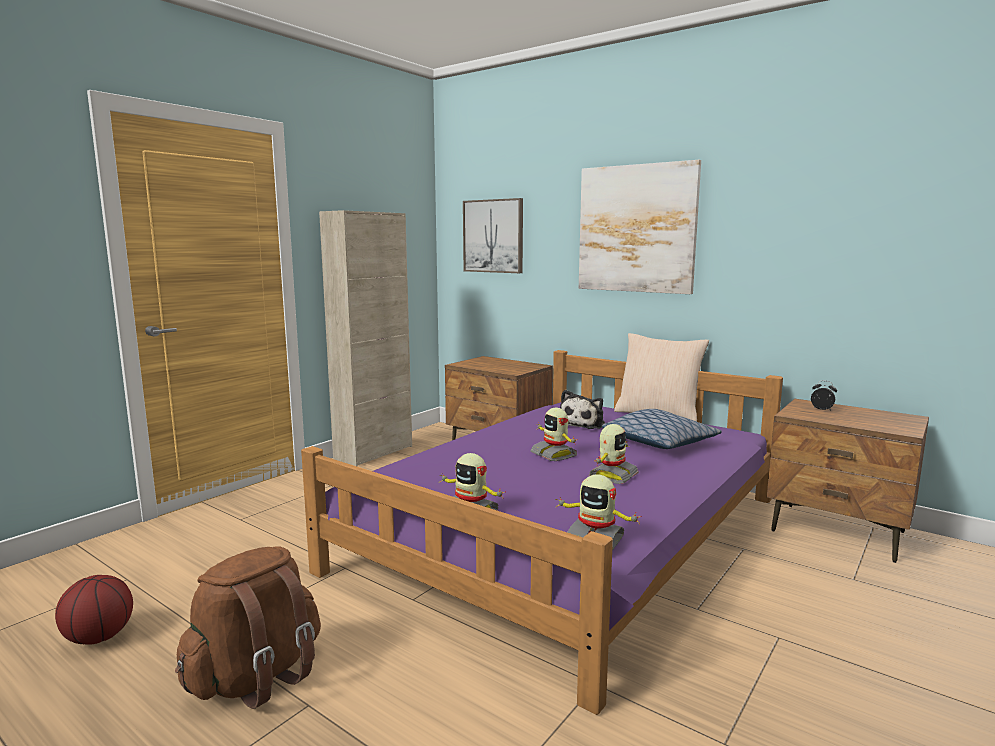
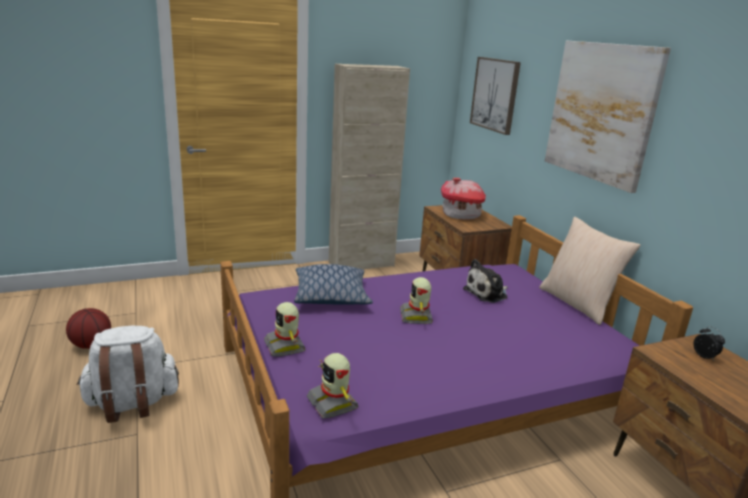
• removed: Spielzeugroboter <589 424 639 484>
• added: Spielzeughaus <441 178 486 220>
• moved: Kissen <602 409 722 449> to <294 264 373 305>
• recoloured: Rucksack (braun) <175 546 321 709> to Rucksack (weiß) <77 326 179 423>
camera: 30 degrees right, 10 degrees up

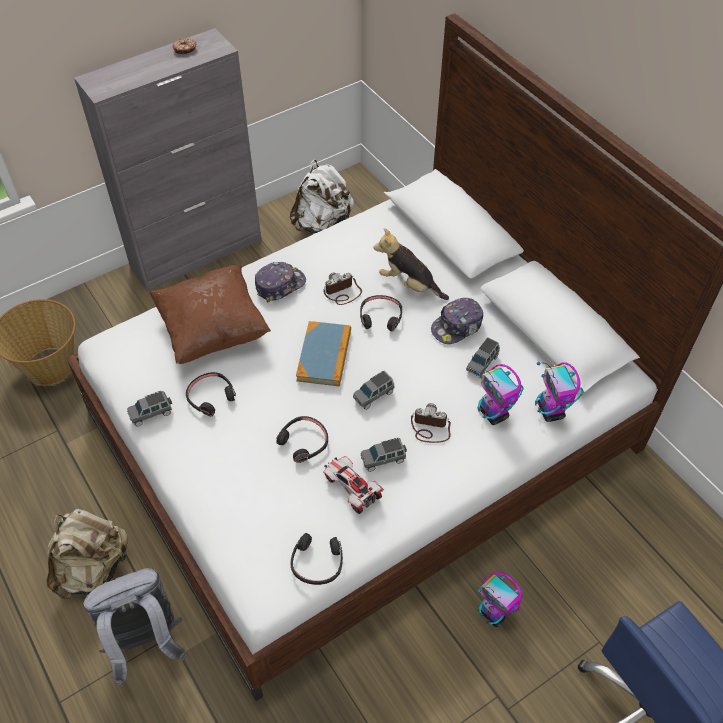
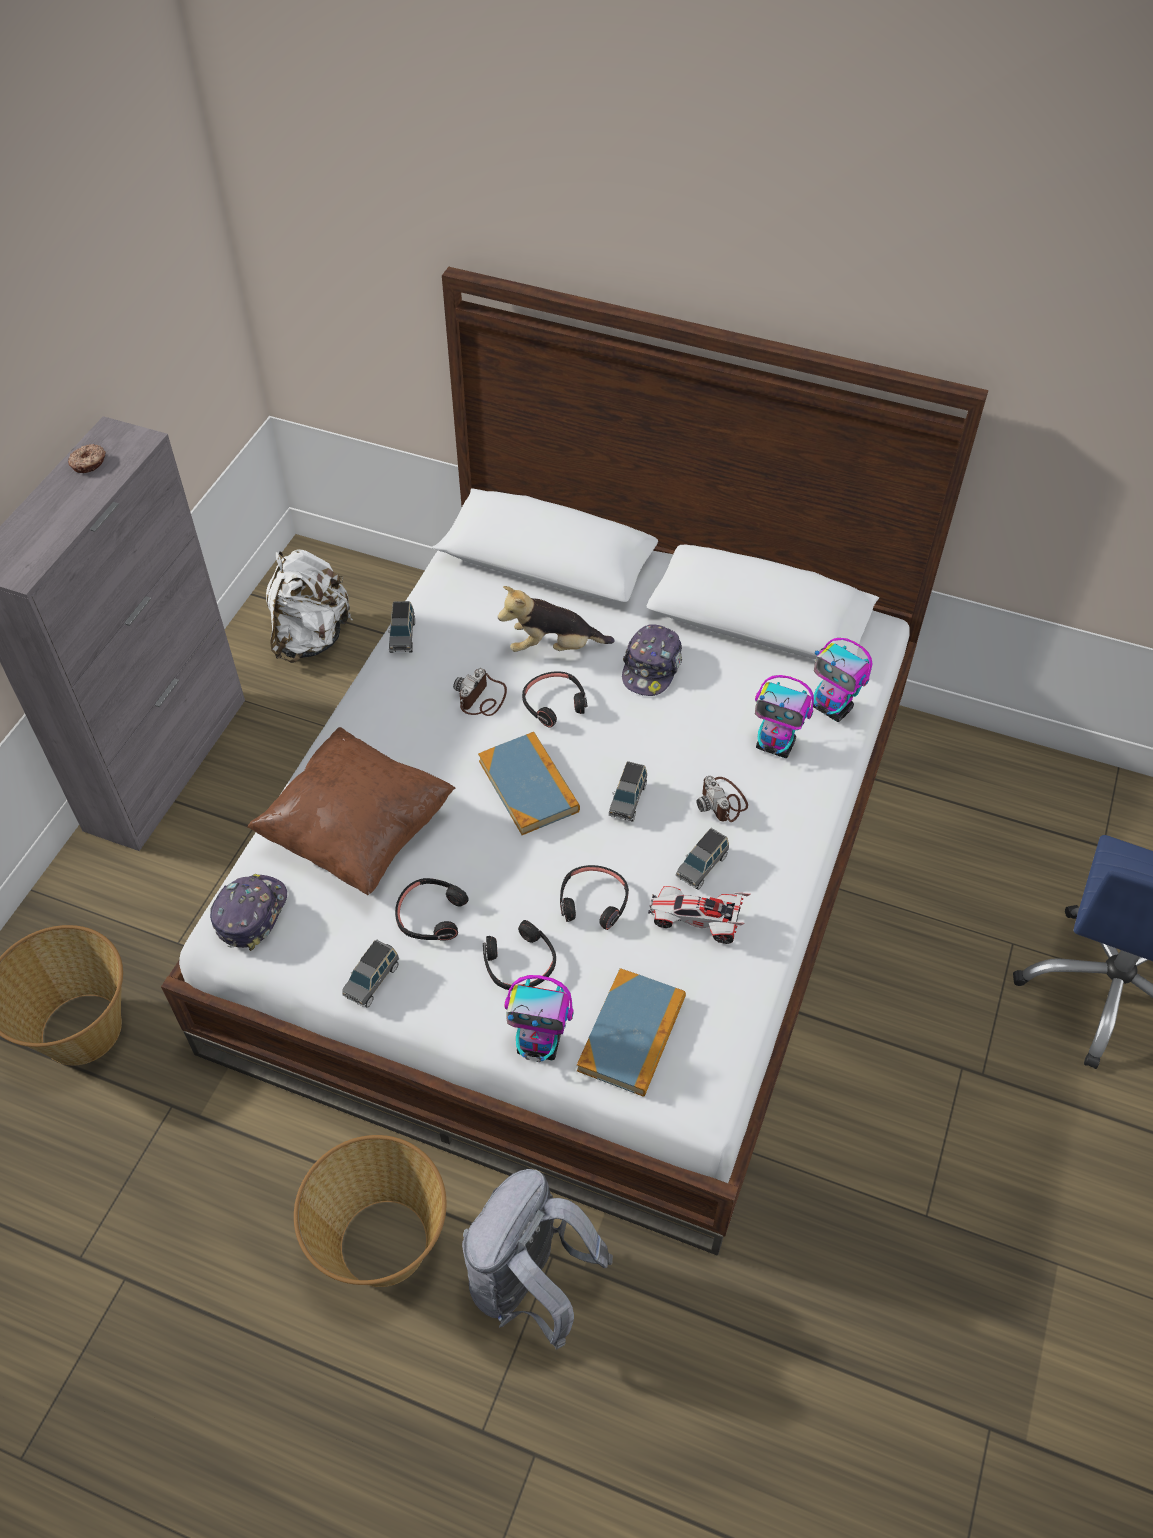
• added: Buch <577 968 686 1097>
• moved: Kappe <255 262 306 303> to <210 874 287 951>
• moved: Kopfhörer (schwarz) <291 533 343 585> to <483 920 556 990>
• moved: Spielzeugauto (grau) <466 338 500 378> to <388 601 415 653>
• moved: Spielzeugroboter <477 572 522 627> to <504 975 574 1063>
• replaced: Rucksack (beige) <46 509 128 599> to Korb <294 1135 447 1287>
• turned: Kamera <411 403 451 443> = <696 776 748 822> 90 degrees counterclockwise
camera: 35 degrees left, 0 degrees up

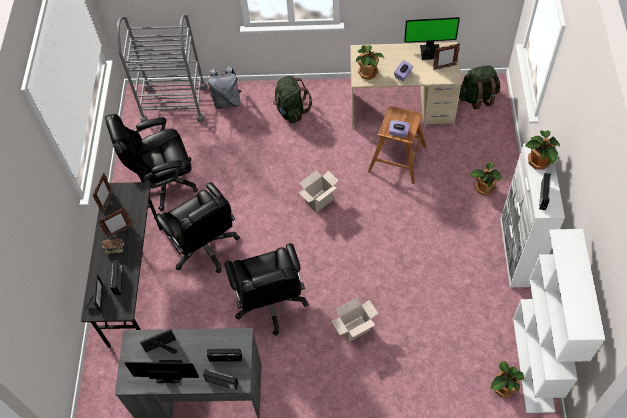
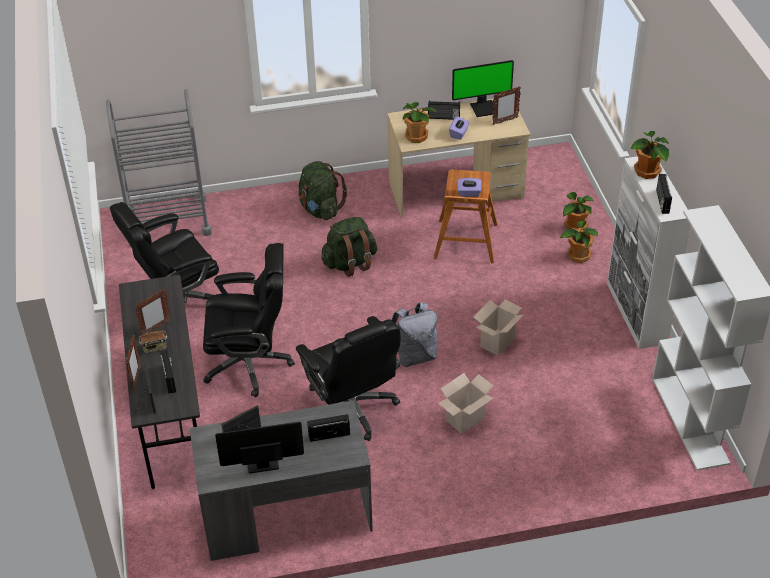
• moved: Bilderrahmen <93 173 113 213> to <126 334 141 392>
• moved: Radio <203 369 239 390> to <428 100 460 120>
• moved: Rucksack (grau) <208 67 242 109> to <392 303 437 367>
• moved: Karton <298 170 339 213> to <473 300 523 356>
• moved: Rucksack (grün) <459 65 500 110> to <321 217 377 277>
• moved: Topfpflanze <490 361 525 397> to <563 192 593 230>
• turned: Bürostuhl (schwarz) <154 182 240 273> = <203 243 295 397> 45 degrees counterclockwise
camera: 15 degrees left, 15 degrees down

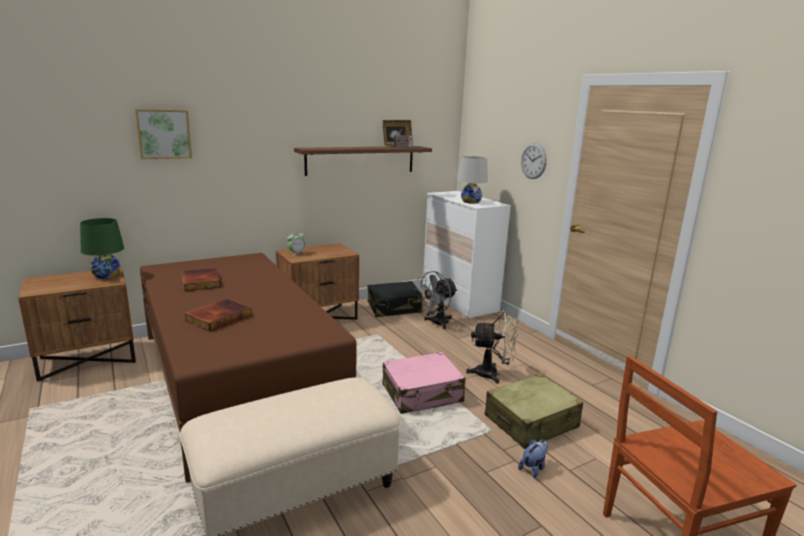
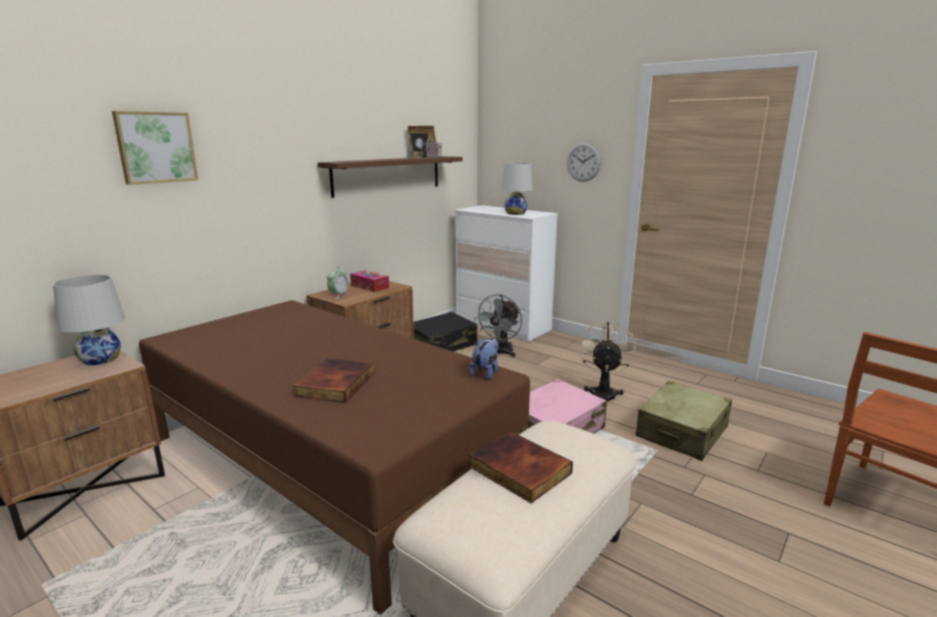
• added: Taschentuchbox <350 270 389 292>
• moved: Buch <182 268 221 291> to <469 432 573 503>
• moved: Plüschtier <518 439 548 478> to <469 338 498 380>
• recoloured: Tischlampe (grün) <80 218 124 279> to Tischlampe (weiß) <53 275 125 365>
• turned: Ventilator (beige) <466 310 519 384> = <579 319 636 402> 60 degrees counterclockwise
camera: 20 degrees left, 0 degrees up

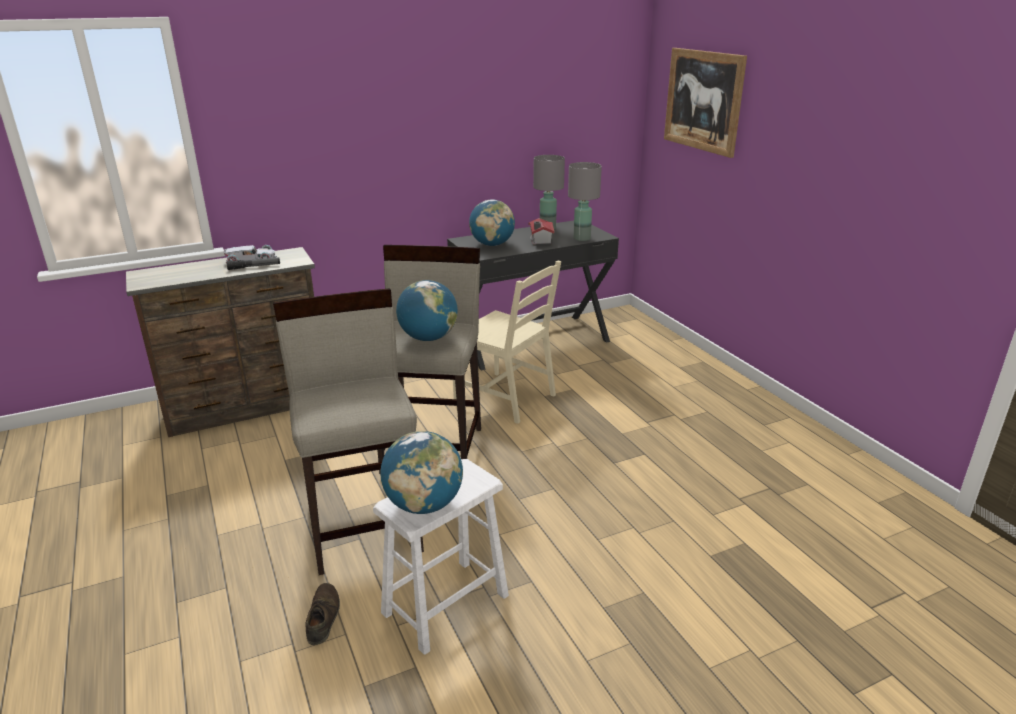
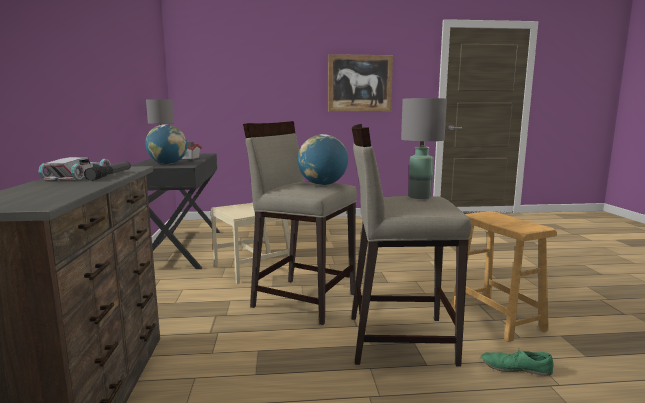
• removed: Globus <380 431 463 514>
• moved: Tischlampe (grau) <568 162 602 241> to <401 98 447 199>
• moved: Bild <664 48 747 158> to <328 54 393 112>
• recoloured: Schuh (braun) <305 583 340 645> to Schuh (grün) <481 350 554 376>
• recoloured: Hocker (weiß) <373 459 509 655> to Hocker (braun) <451 211 557 342>
camera: 70 degrees left, 15 degrees down

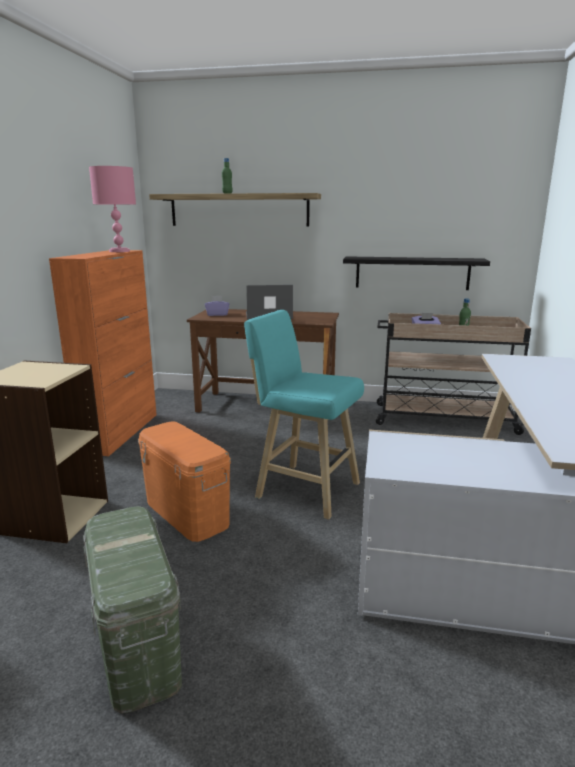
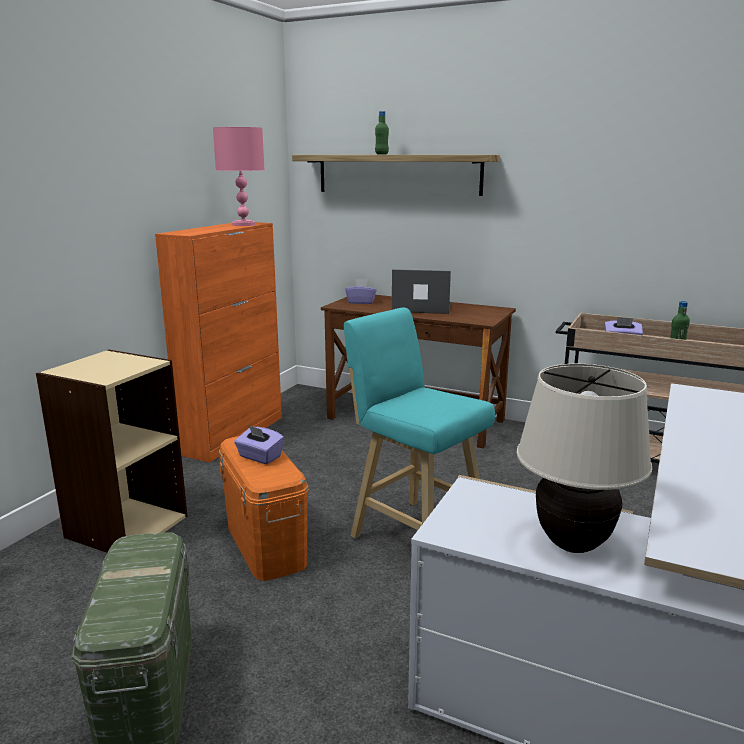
• removed: Wandregal (schwarz) <343 256 490 290>
• added: Taschentuchbox (lila) <234 425 284 464>
• added: Tischlampe (beige) <517 364 652 553>
camera: 15 degrees right, 0 degrees up

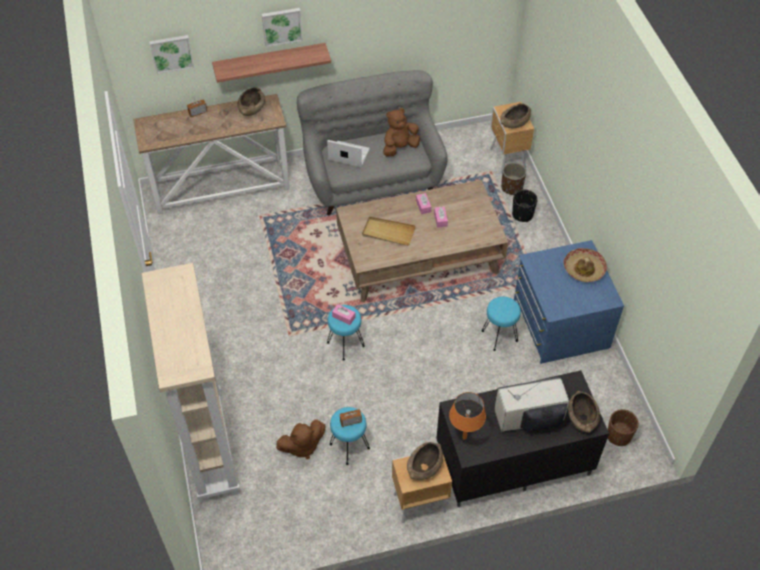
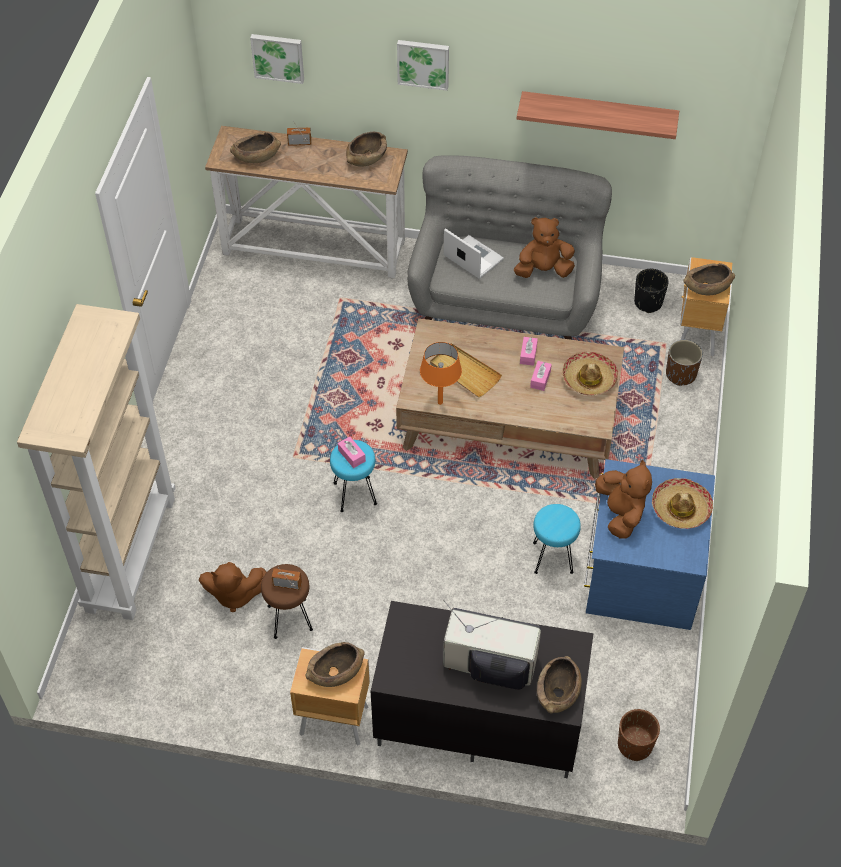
• added: Schüssel (braun) <230 132 281 163>
• added: Hut <562 352 618 395>
• added: Plüschtier (braun) <595 460 652 539>
• moved: Wandregal <212 43 331 83> to <517 91 679 139>
• moved: Tischlampe (orange) <449 392 486 440> to <420 342 462 405>
• moved: Pflanzkübel (schwarz) <512 189 538 222> to <634 269 669 313>
• recoloured: Hocker (türkis) <329 407 370 465> to Hocker (braun) <261 564 313 639>
camera: 25 degrees right, 0 degrees up

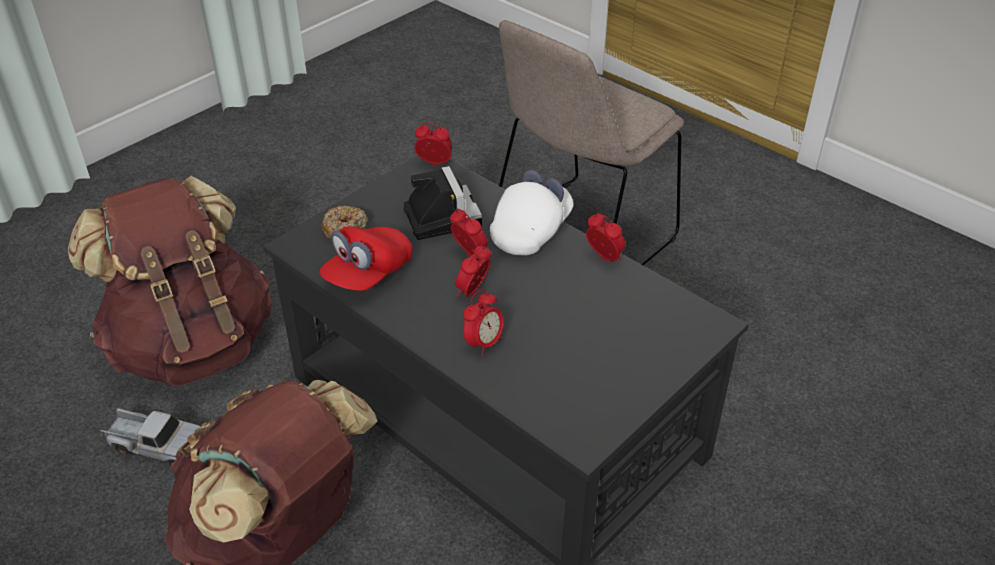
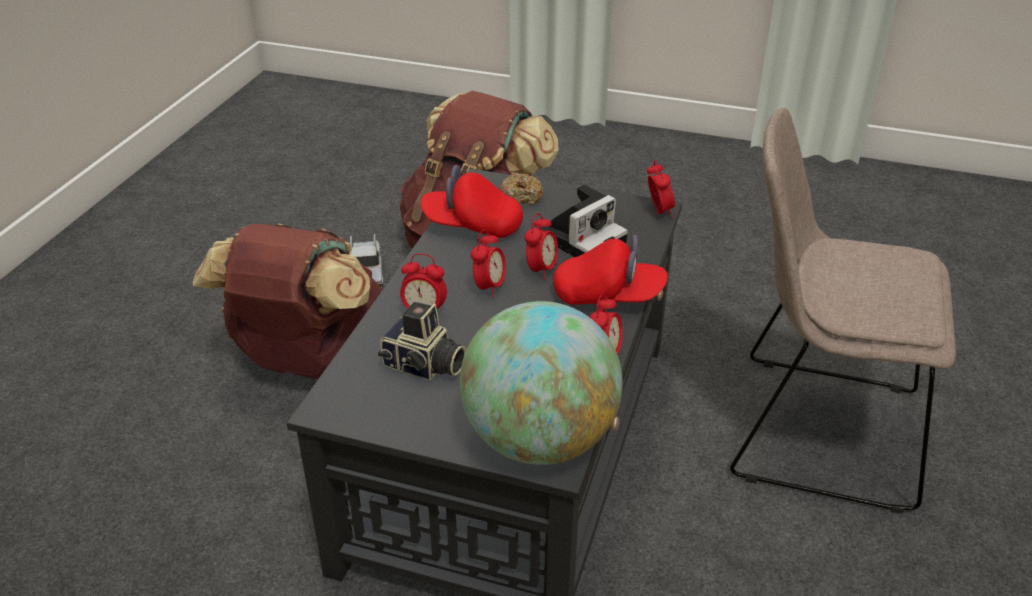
• added: Kamera <378 302 466 381>
• added: Globus <460 301 623 465>
• recoloured: Kappe (weiß) <490 170 573 255> to Kappe (rot) <553 235 668 305>
• turned: Wecker <455 245 491 297> = <471 230 506 297> 105 degrees clockwise
camera: 65 degrees right, 5 degrees down

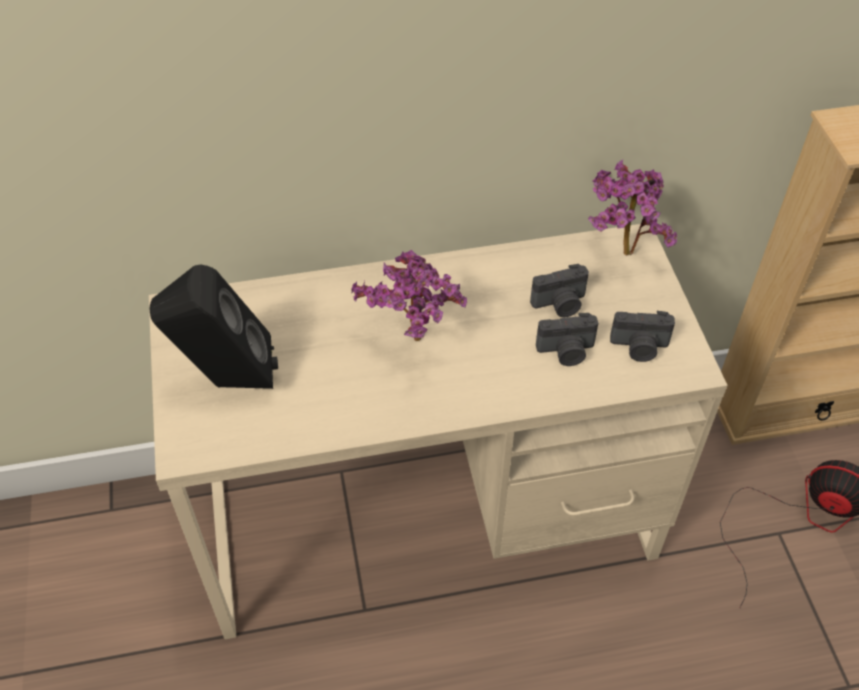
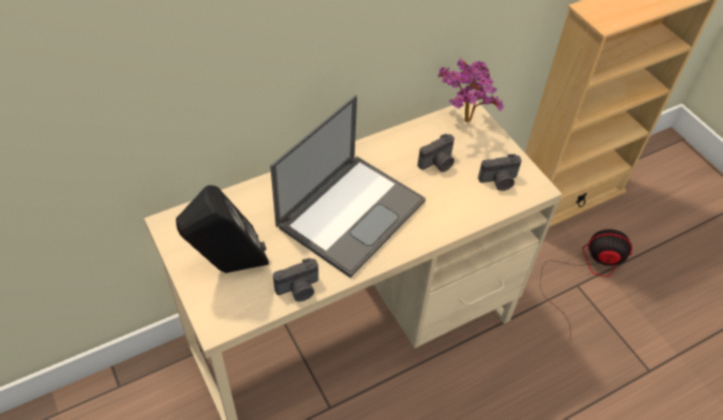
• moved: Kamera <536 313 598 366> to <273 258 319 302>
• replaced: Topfpflanze <351 250 467 341> to Laptop <270 95 426 278>
camera: 20 degrees left, 0 degrees up

